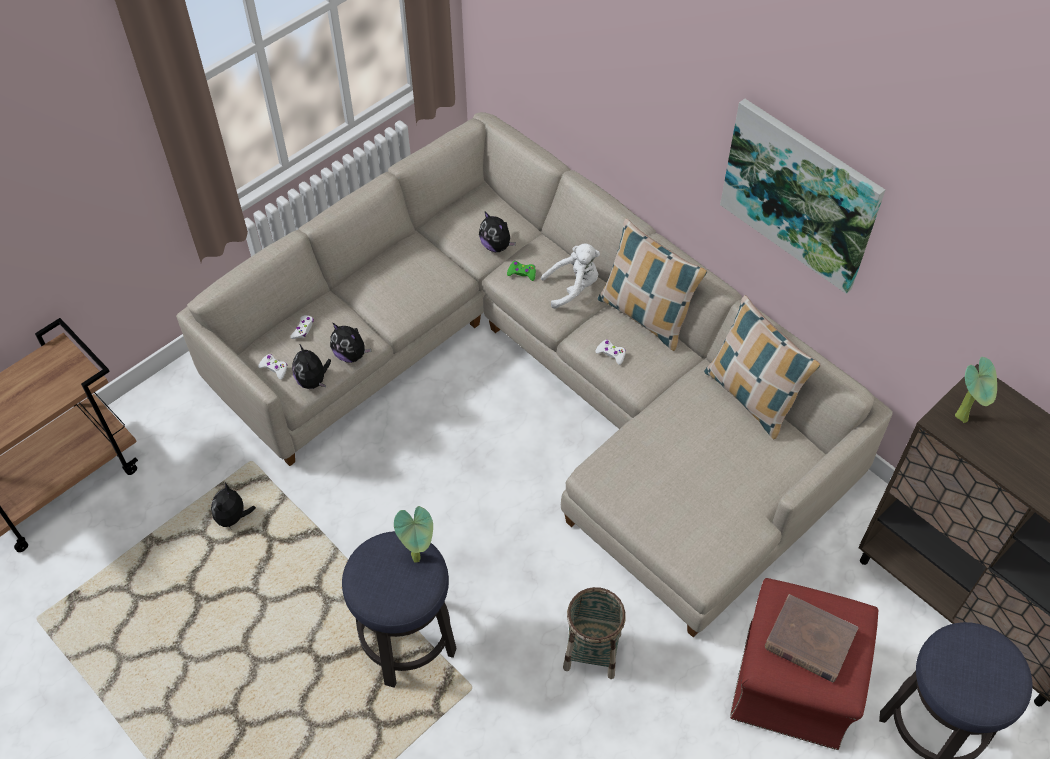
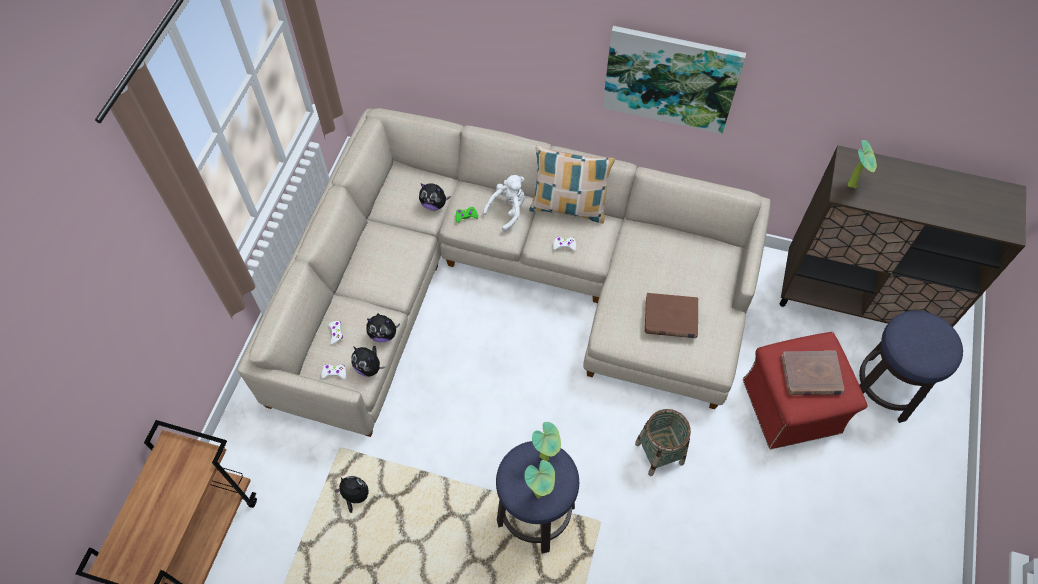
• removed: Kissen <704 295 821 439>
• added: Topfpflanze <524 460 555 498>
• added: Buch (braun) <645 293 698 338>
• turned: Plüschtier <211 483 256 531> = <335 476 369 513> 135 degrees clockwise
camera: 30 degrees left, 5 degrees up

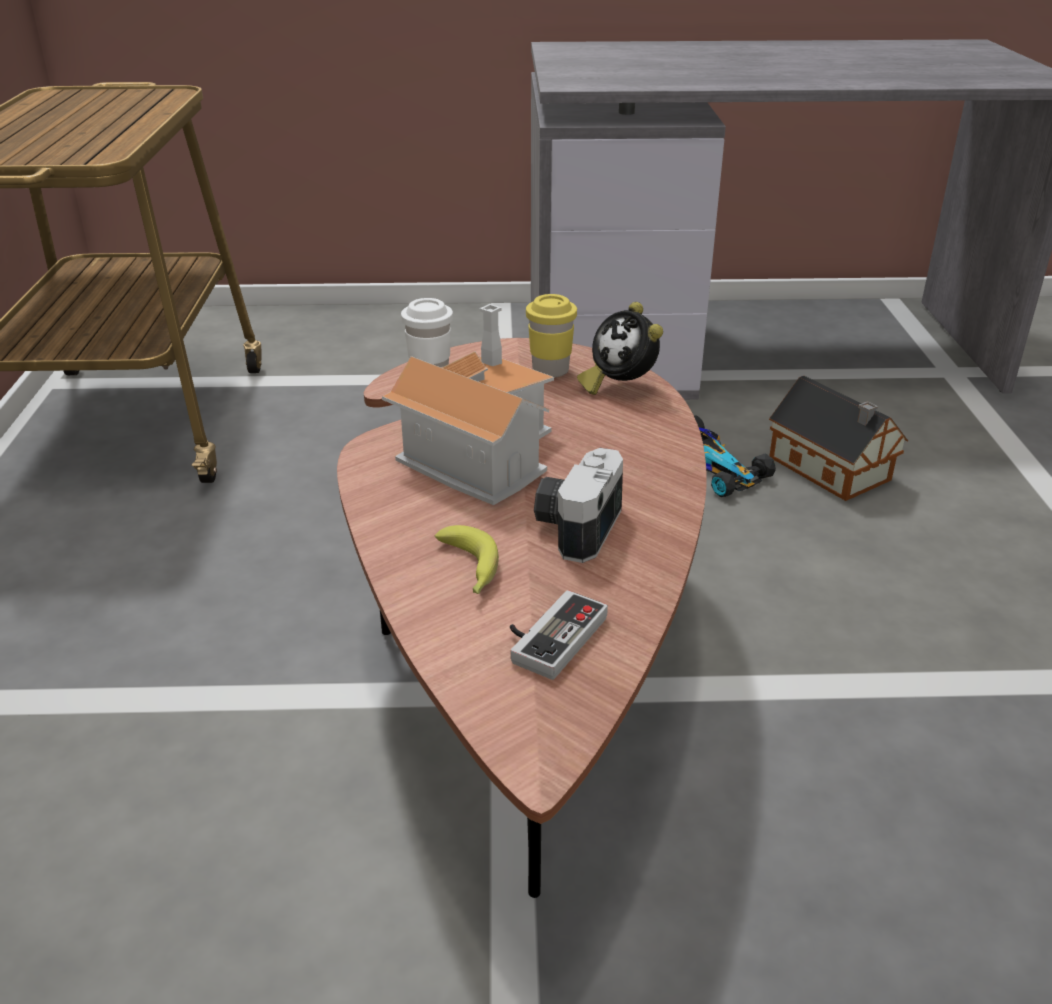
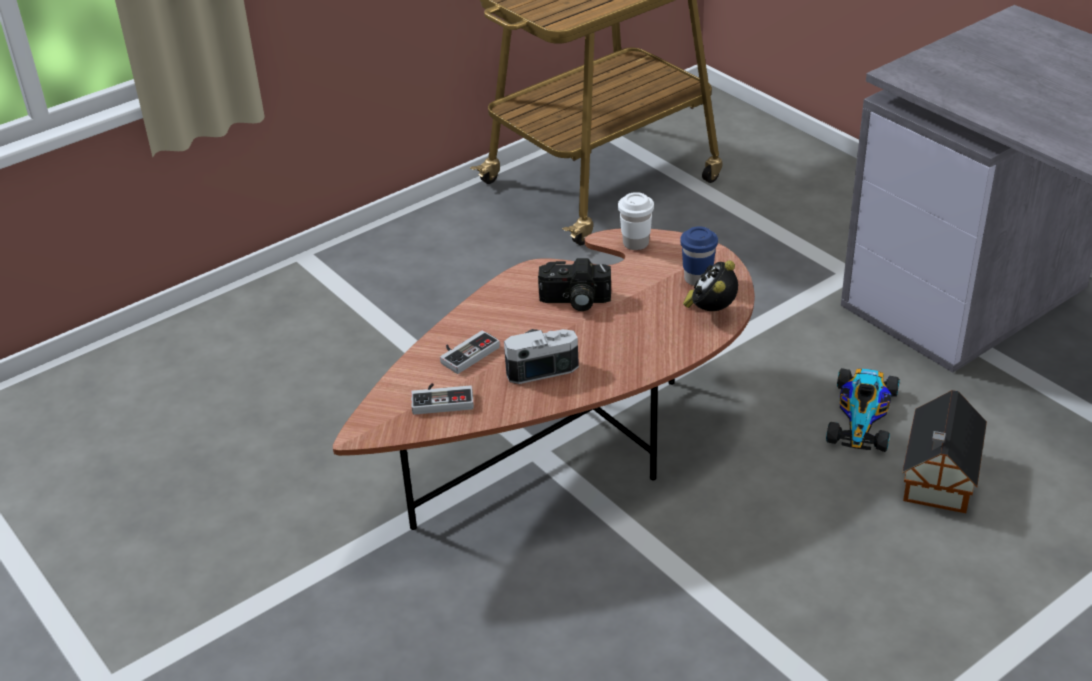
• replaced: Spielzeughaus <382 304 554 505> to Kamera <538 258 611 311>
• replaced: Banane <435 525 499 594> to Gamepad <440 330 500 374>
• recoloured: Tasse (gelb) <526 294 577 378> to Tasse (blau) <680 226 718 286>
camera: 55 degrees right, 5 degrees up

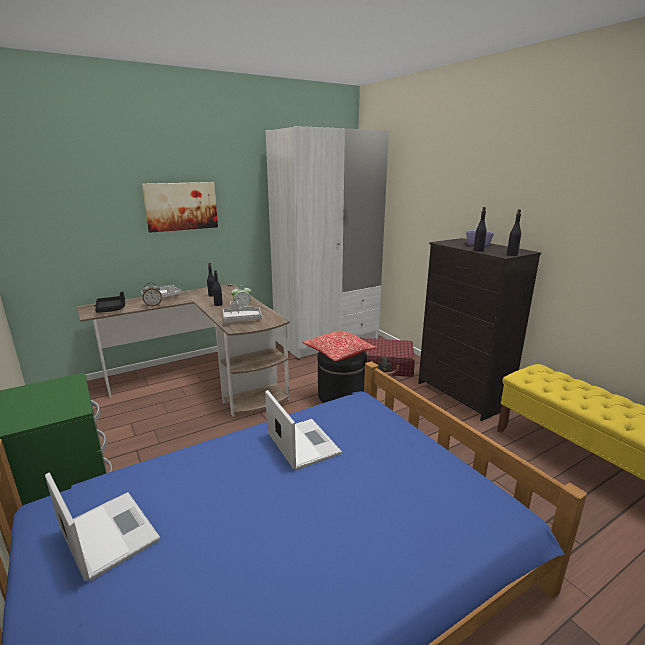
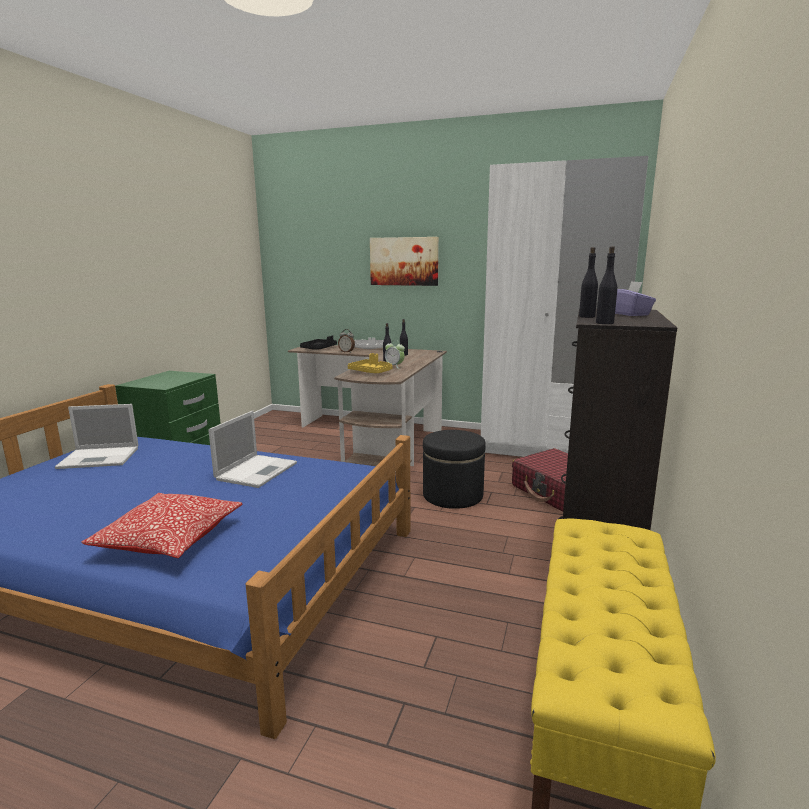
• moved: Kissen <302 330 377 361> to <81 493 242 558>
• recoloured: Tablett (grau) <223 301 262 322> to Tablett (gelb) <348 353 392 373>
• turned: Laptop <45 473 160 581> = <55 404 138 469> 75 degrees clockwise
camera: 50 degrees right, 5 degrees down

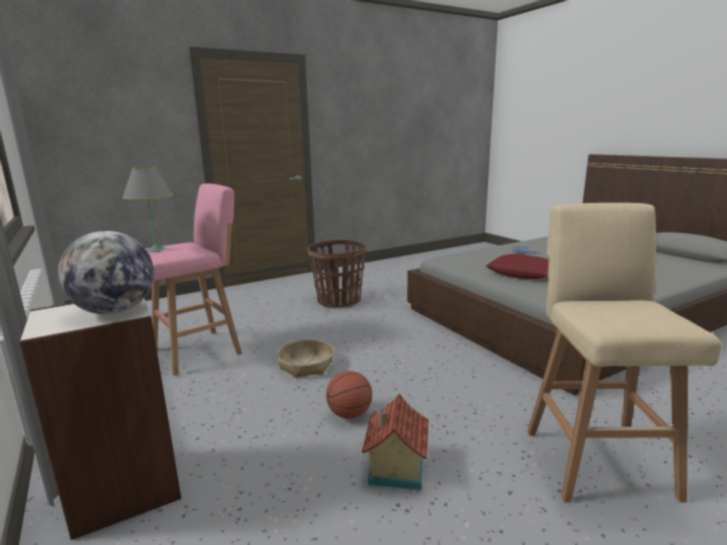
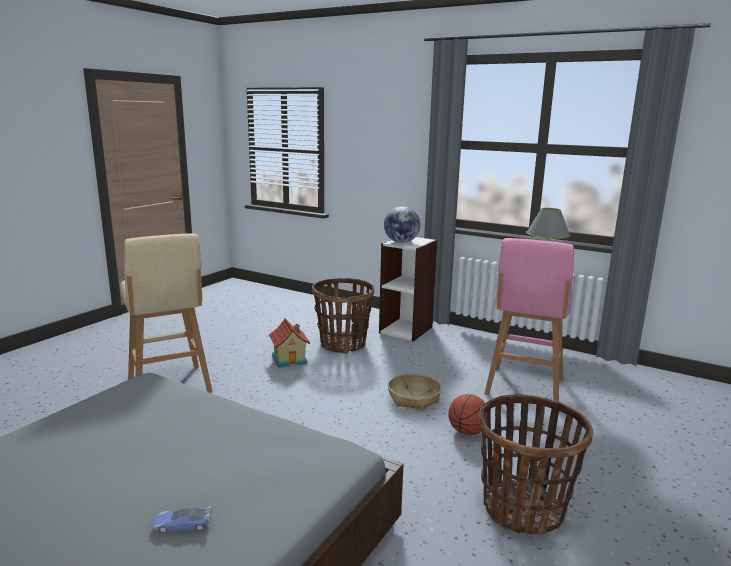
• removed: Kissen (rot) <486 254 548 279>
• added: Korb <312 278 374 353>
• moved: Basketball <326 371 372 419> to <448 394 487 435>
camera: 150 degrees right, 0 degrees up

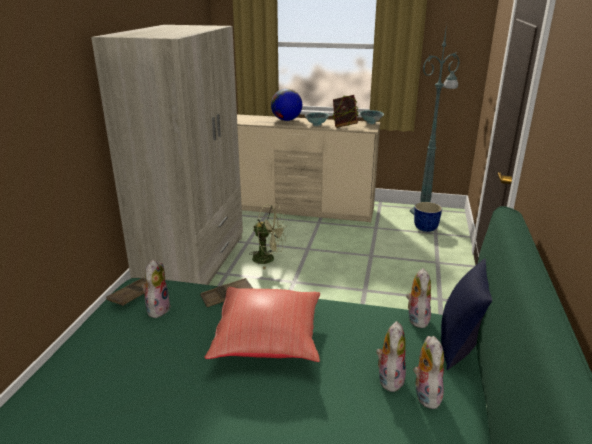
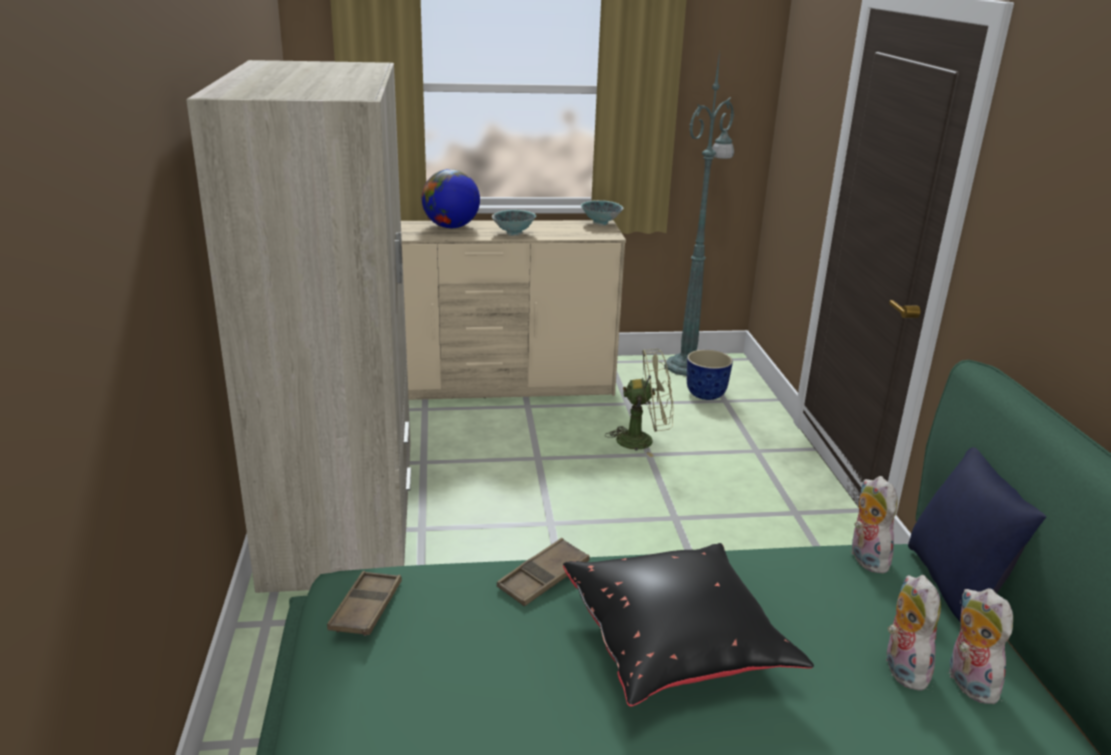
• removed: Plüschtier <142 259 171 318>
• removed: Buch <333 95 358 128>
• moved: Ventilator (grün) <249 204 287 269> to <605 349 673 457>
• recoloured: Kissen (rot) <205 287 320 362> to Kissen (schwarz) <563 543 814 707>
camera: 20 degrees left, 0 degrees up

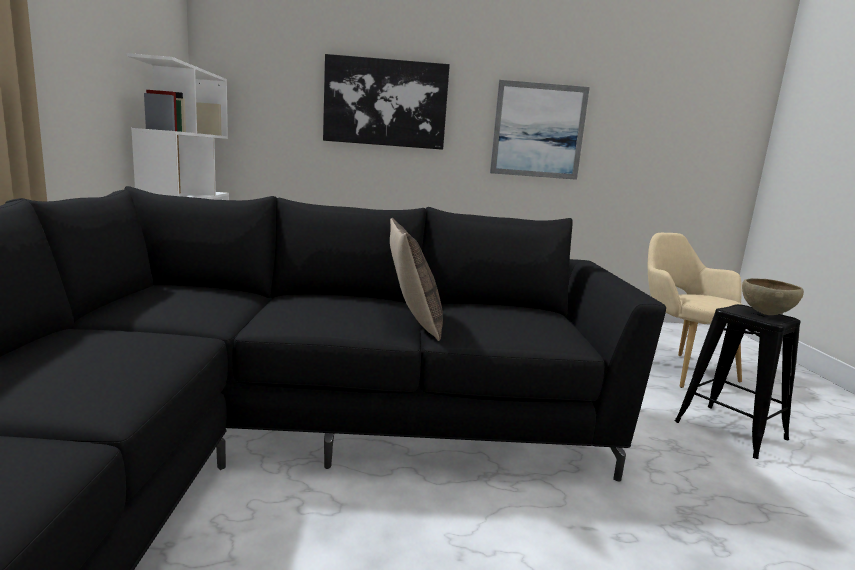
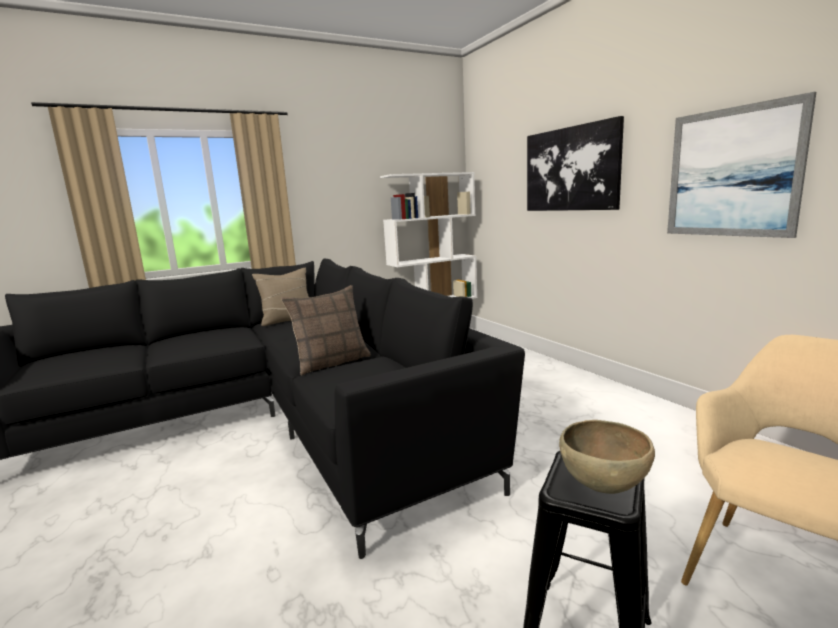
• added: Kissen (beige) <252 268 309 326>
camera: 65 degrees right, 0 degrees up

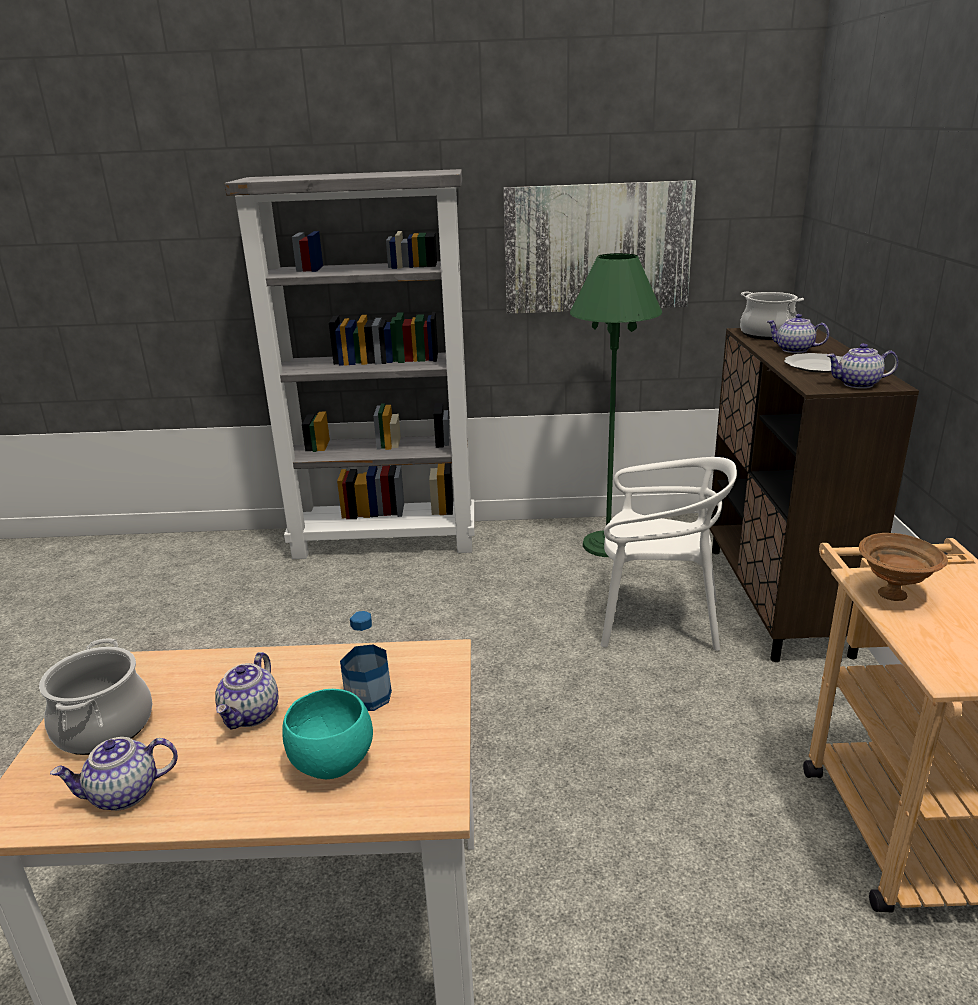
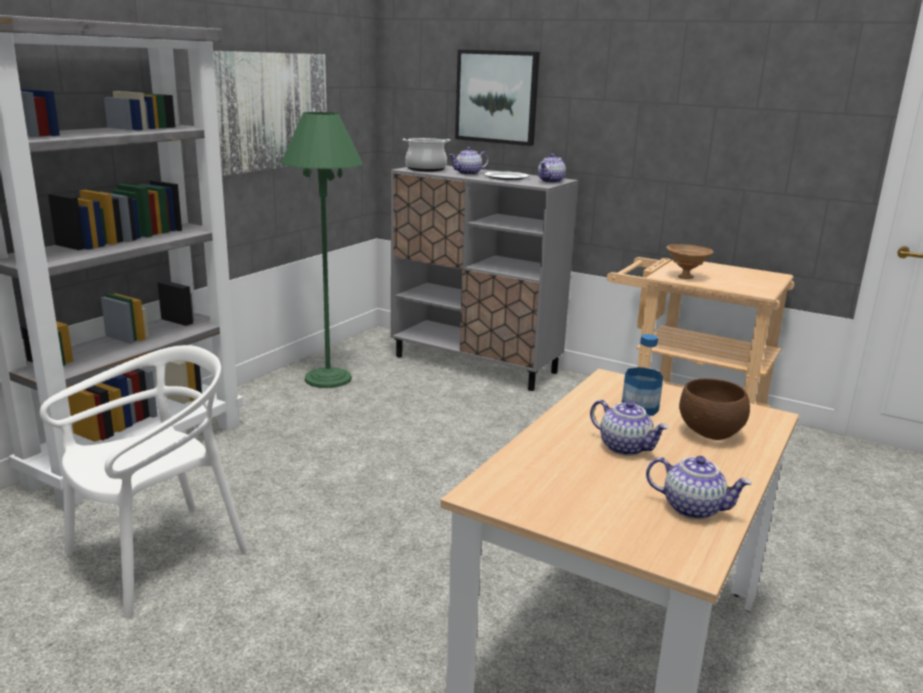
• removed: Kochtopf <39 639 152 755>
• added: Bild <455 50 540 146>
• moved: Stuhl (weiß) <601 457 737 651> to <40 345 248 618>
• recoloured: Schüssel (türkis) <282 689 373 779> to Schüssel (braun) <679 378 750 440>
• recoloured: Schrank (braun) <710 328 919 662> to Schrank (grau) <391 165 578 391>
• turned: Teekanne <50 737 178 811> = <646 456 752 519> 75 degrees counterclockwise
camera: 60 degrees left, 5 degrees down

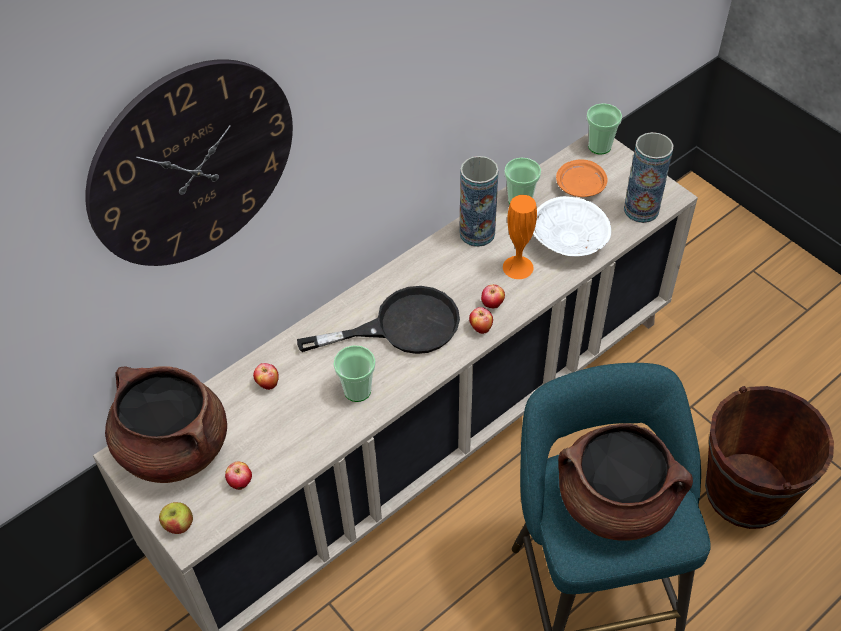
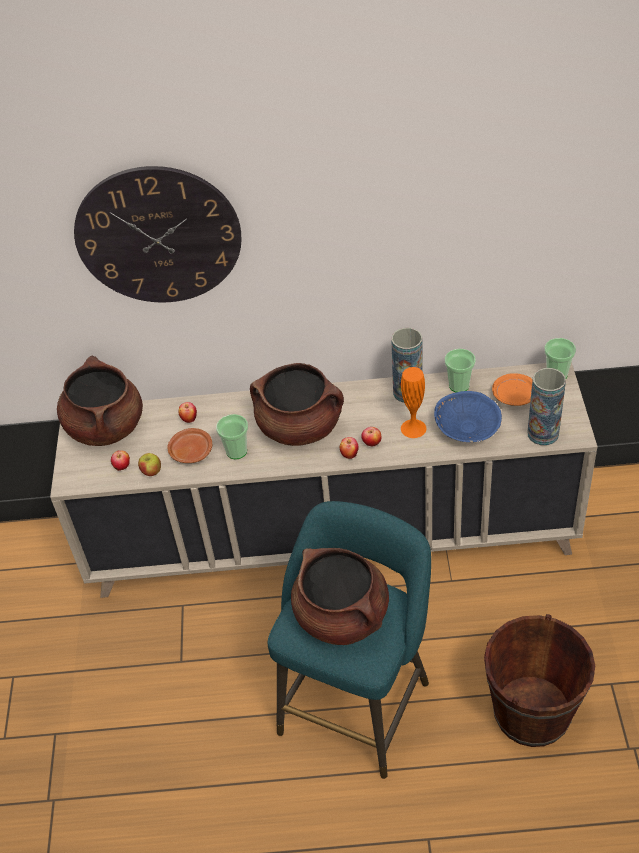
• added: Teller (braun) <167 428 212 463>
• moved: Apfel <159 502 193 534> to <138 453 161 476>
• replaced: Pfanne (schwarz) <297 286 460 354> to Kochtopf (braun) <250 363 344 446>
• recoloured: Schüssel (weiß) <533 196 611 256> to Schüssel (blau) <434 391 502 442>
camera: 40 degrees right, 5 degrees down

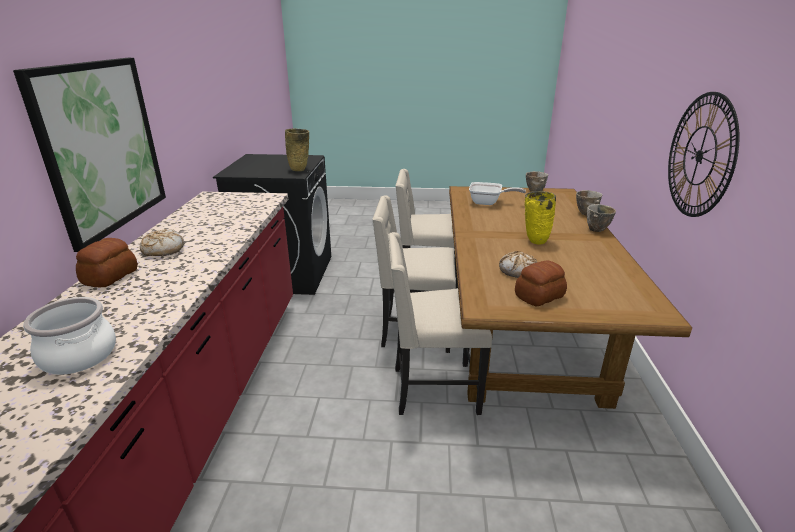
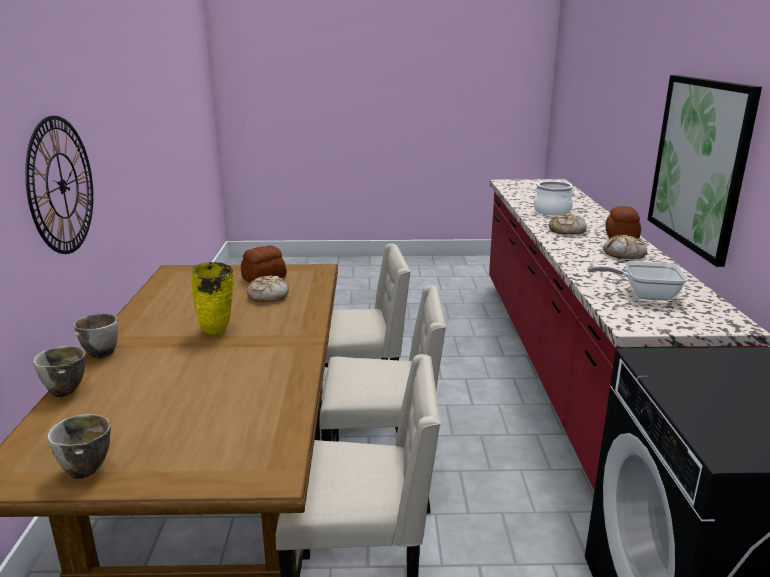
• removed: Vase (beige) <285 129 309 171>
• added: Brot <549 214 587 234>
• moved: Pfanne <469 182 526 205> to <587 261 688 301>
camera: 175 degrees right, 5 degrees down

